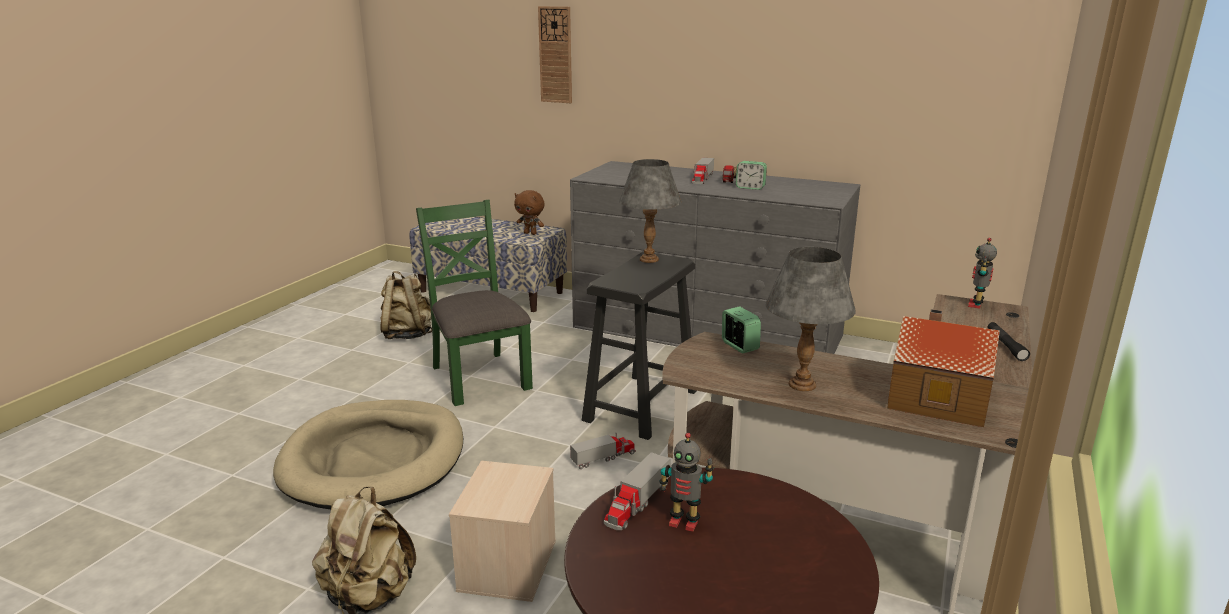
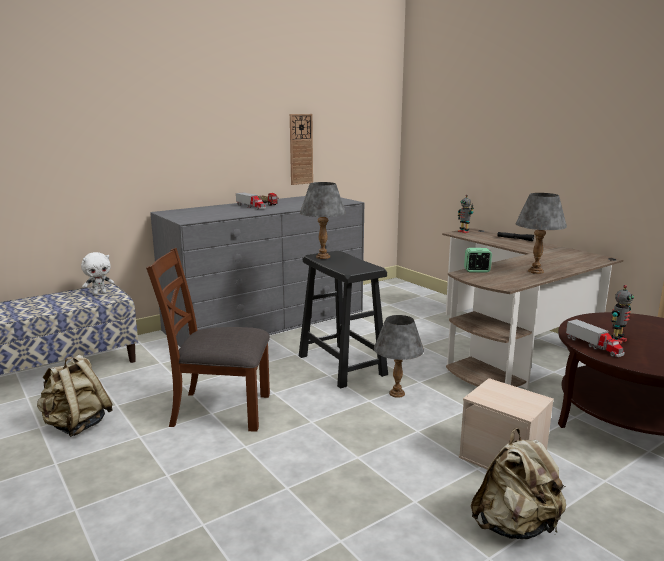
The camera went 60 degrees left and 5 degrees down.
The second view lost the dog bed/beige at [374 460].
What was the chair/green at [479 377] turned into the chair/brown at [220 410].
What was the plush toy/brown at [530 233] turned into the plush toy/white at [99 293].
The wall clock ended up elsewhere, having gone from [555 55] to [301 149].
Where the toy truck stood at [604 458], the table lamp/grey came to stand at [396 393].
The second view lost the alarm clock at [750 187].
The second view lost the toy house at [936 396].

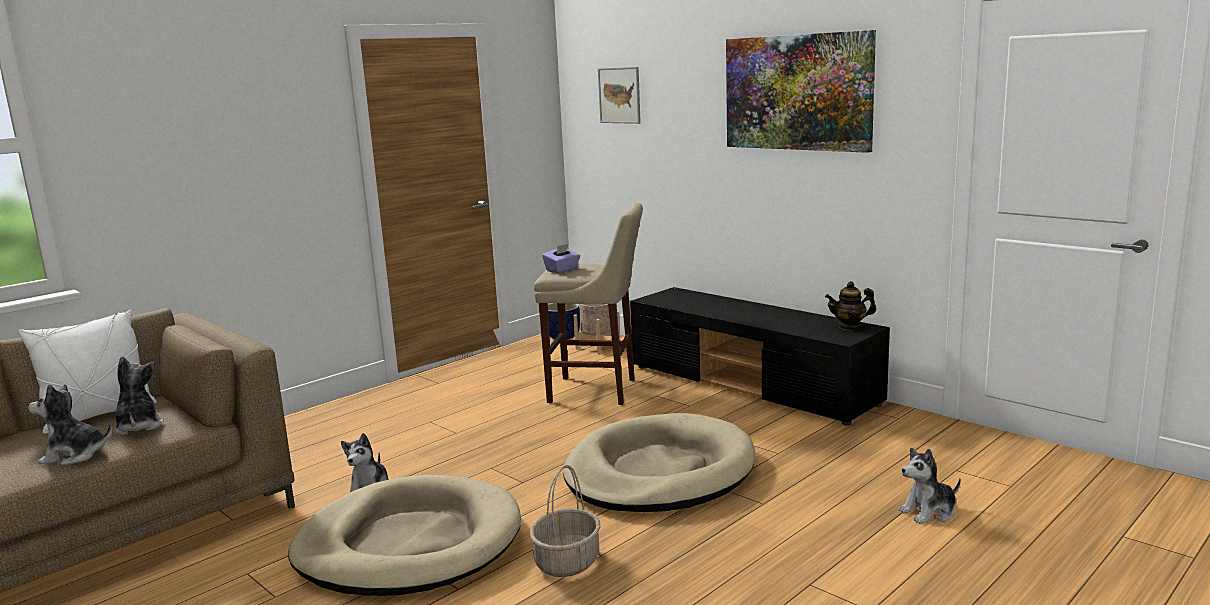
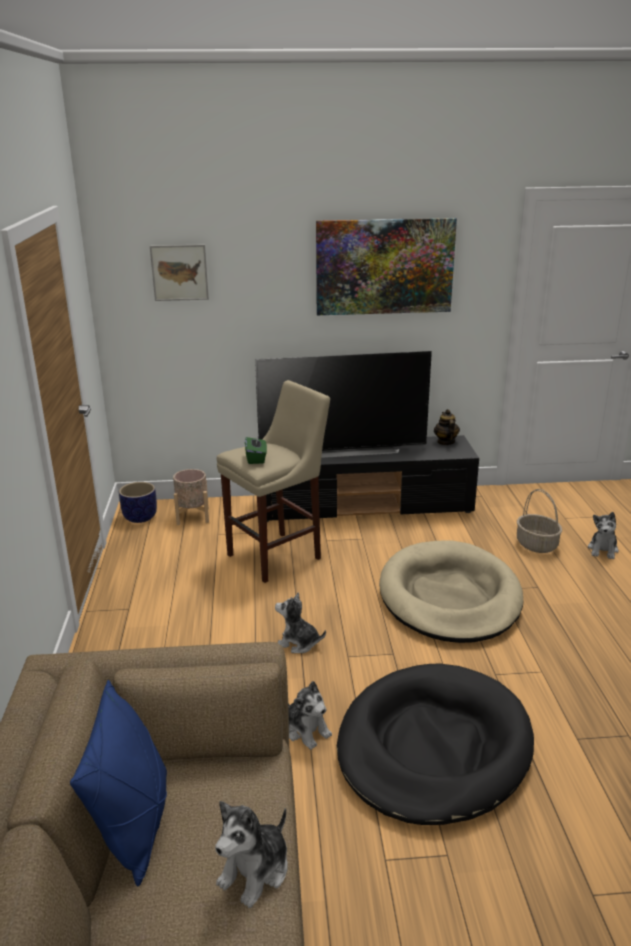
The camera went 50 degrees left and 10 degrees up.
What was the pillow/white at [99 415] turned into the pillow/blue at [135 825].
The plush toy ended up elsewhere, having gone from [138 427] to [298 643].
What was the dog bed/beige at [409 544] turned into the dog bed/black at [433 747].
The basket ended up elsewhere, having gone from [567 562] to [537 545].
What was the tissue box/purple at [562 270] turned into the tissue box/green at [256 458].
The teapot at [850 326] ended up facing another way, 135 degrees clockwise from before.
The second view gained the television at [342 450].

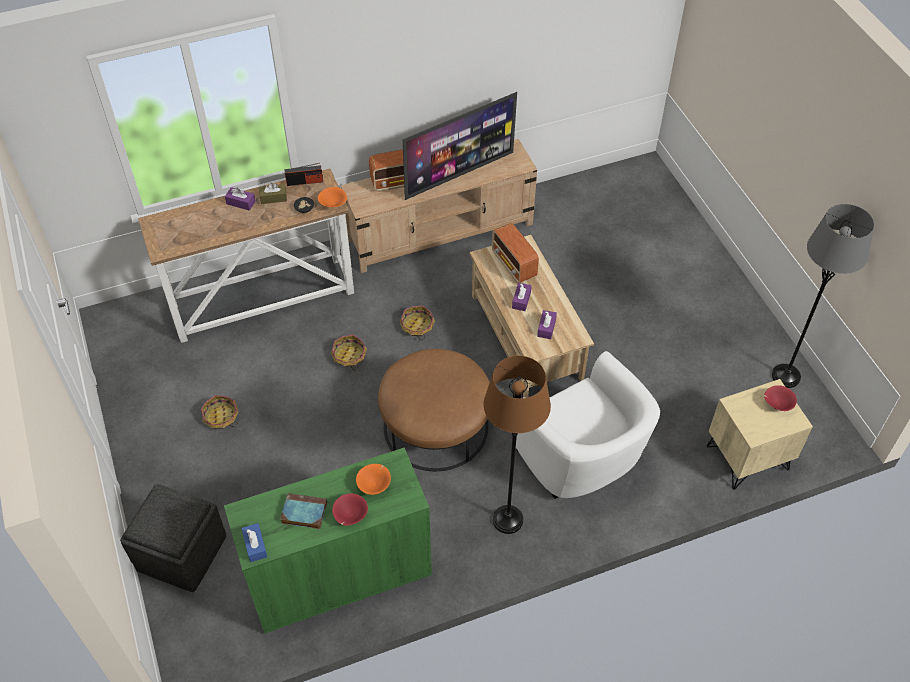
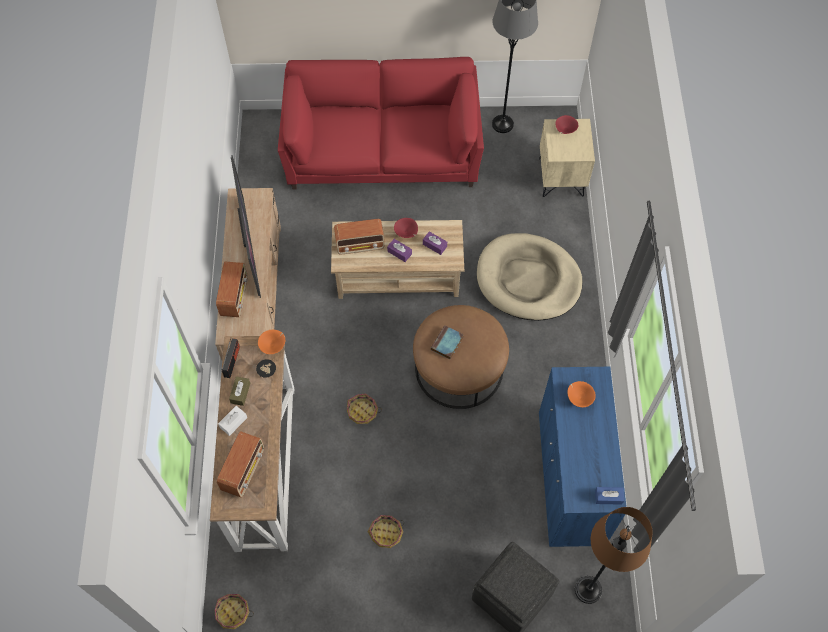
The camera went 70 degrees left and 10 degrees up.
What was the cabinet/green at [339 575] turned into the cabinet/blue at [570 478].
What was the tissue box/purple at [241 203] turned into the tissue box/white at [233 422].
The book ended up elsewhere, having gone from [303 513] to [447 344].
The bowl/red ended up elsewhere, having gone from [350 516] to [406 233].
The basket ended up elsewhere, having gone from [417 326] to [233 613].
The floor lamp/brown ended up elsewhere, having gone from [507 520] to [588 590].
Where the armchair/white stood at [581 462], the dog bed/beige came to stand at [528 279].
The second view gained the radio at [244 470].
The second view gained the sofa/red at [382 150].

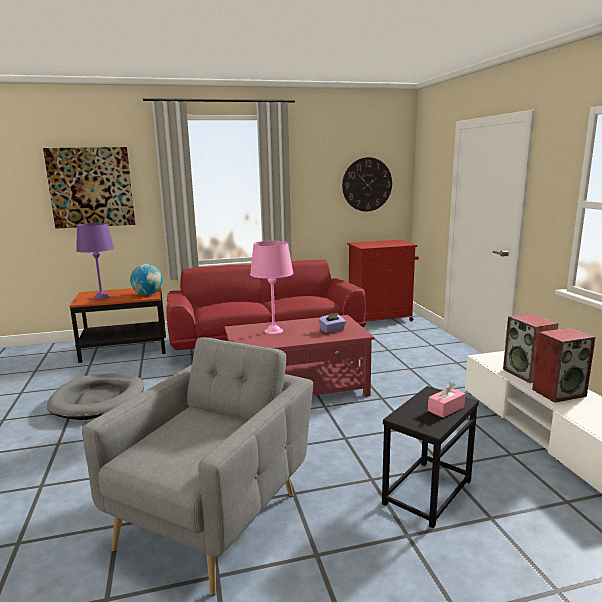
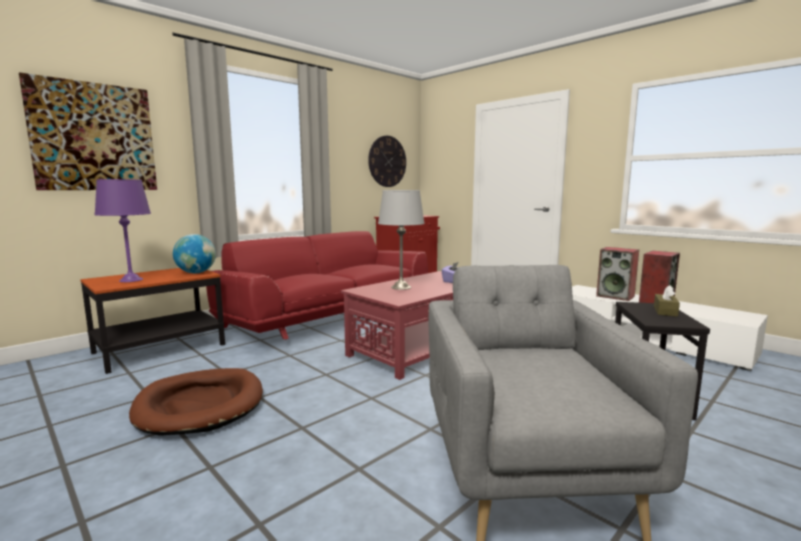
The camera went 30 degrees left and 5 degrees down.
What was the dog bed/grey at [98 400] turned into the dog bed/brown at [200 405].
What was the table lamp/pink at [273 331] turned into the table lamp/grey at [401 287].
What was the tissue box/pink at [446 409] turned into the tissue box/brown at [665 311].

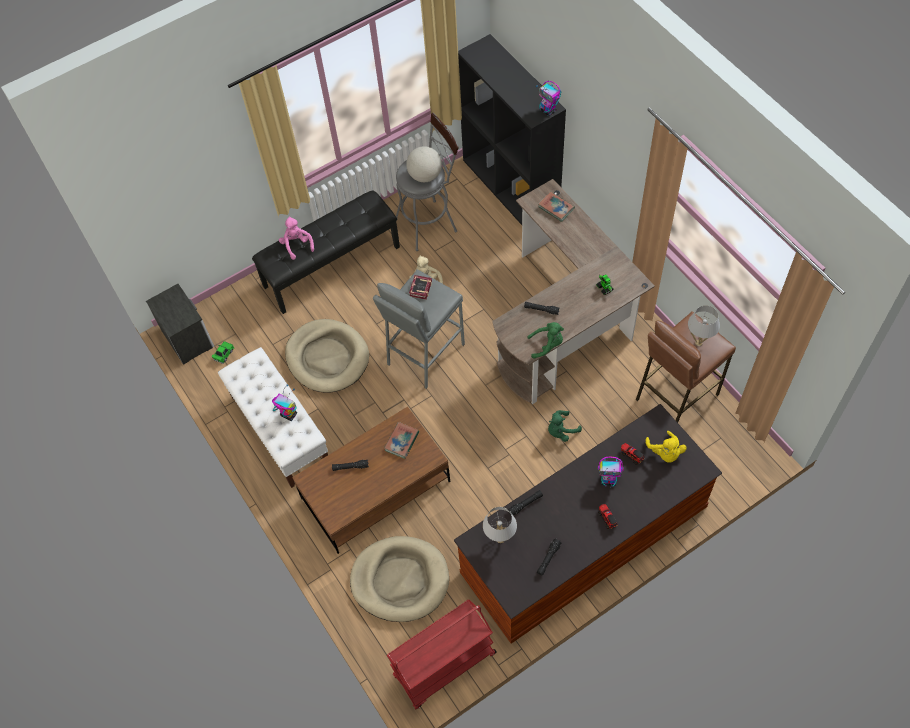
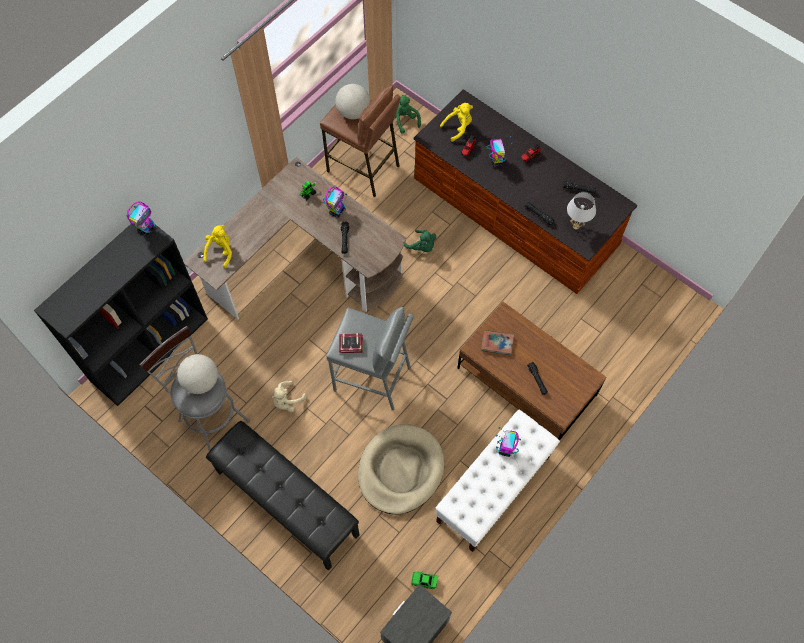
The camera went 110 degrees left and 5 degrees up.
The second view lost the plush toy/pink at [297 245].
The second view lost the dog bed/beige at [400 580].
The second view lost the cart/red at [444 666].
The plush toy/green ended up elsewhere, having gone from [547 345] to [405 120].
Where the book stood at [556 208], the plush toy/yellow came to stand at [220 251].
Where the table lamp/white stood at [698 343], the globe came to stand at [353 112].
The second view gained the toy robot at [337 211].

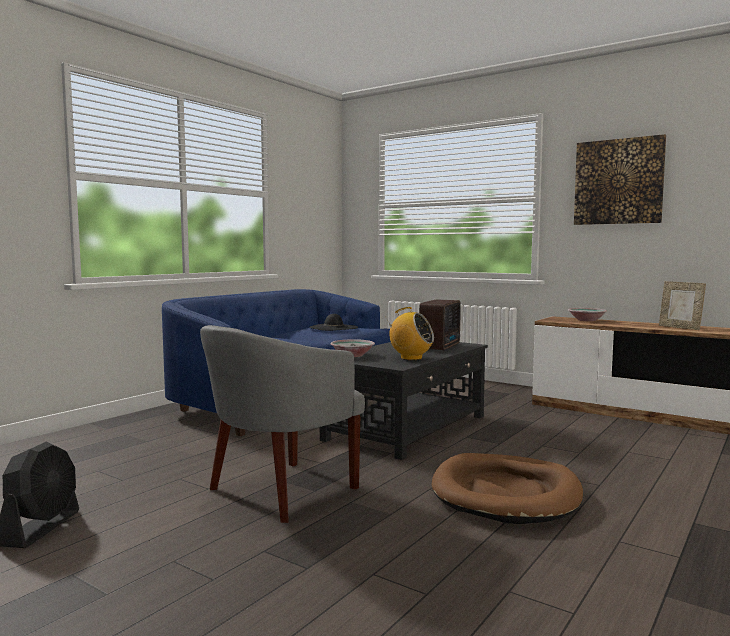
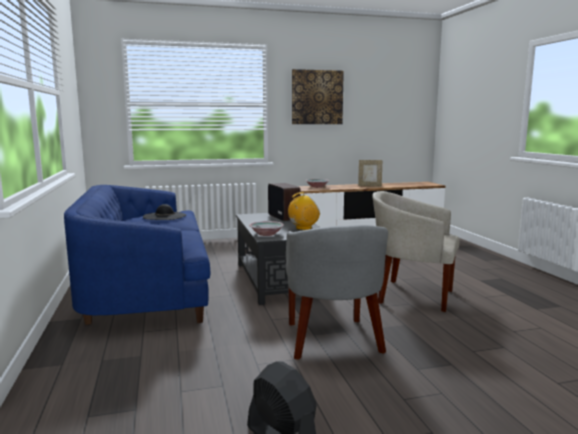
The camera went 50 degrees left and 5 degrees up.
Where the dog bed/brown stood at [505 494], the armchair/beige came to stand at [411 295].

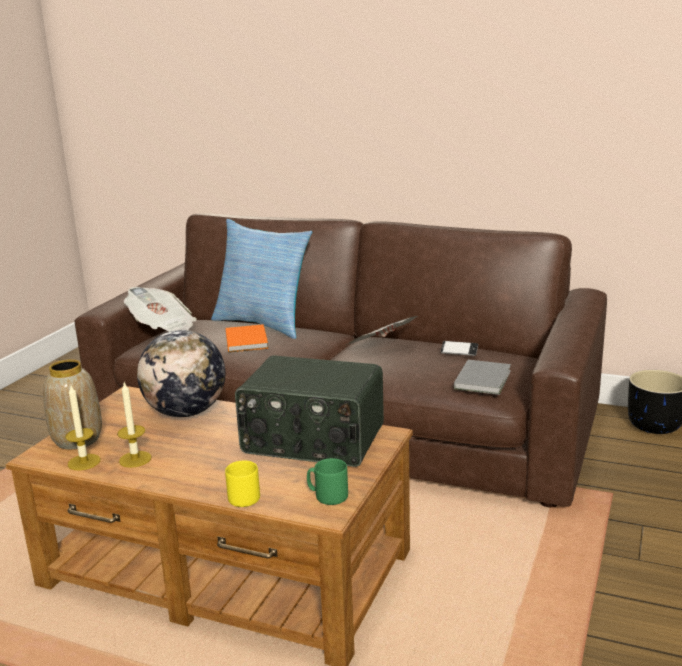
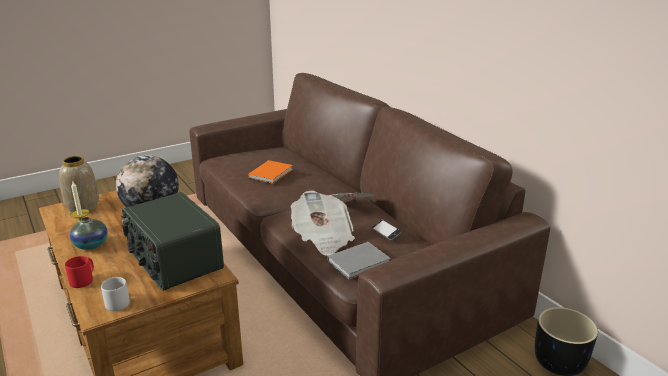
The camera went 35 degrees right and 5 degrees up.
The second view lost the candle at [84 462].
The newspaper ended up elsewhere, having gone from [163 328] to [322 238].
The second view lost the pillow at [264 323].
What was the mug/yellow at [243 496] turned into the mug/red at [83 280].
What was the mug/green at [327 496] turned into the mug/grey at [116 302].
The second view gained the vase at [91 245].

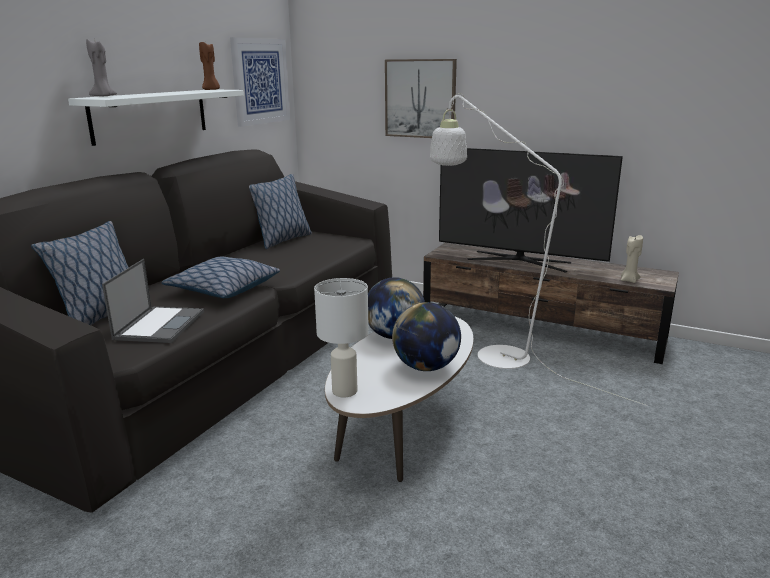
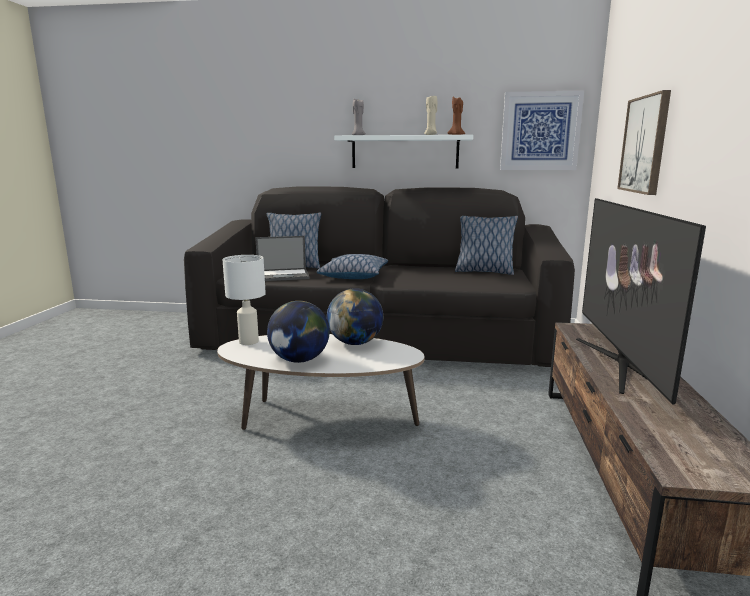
The camera went 70 degrees right and 5 degrees down.
The second view lost the floor lamp/white at [491 352].
The candle/beige ended up elsewhere, having gone from [629 280] to [431 135].

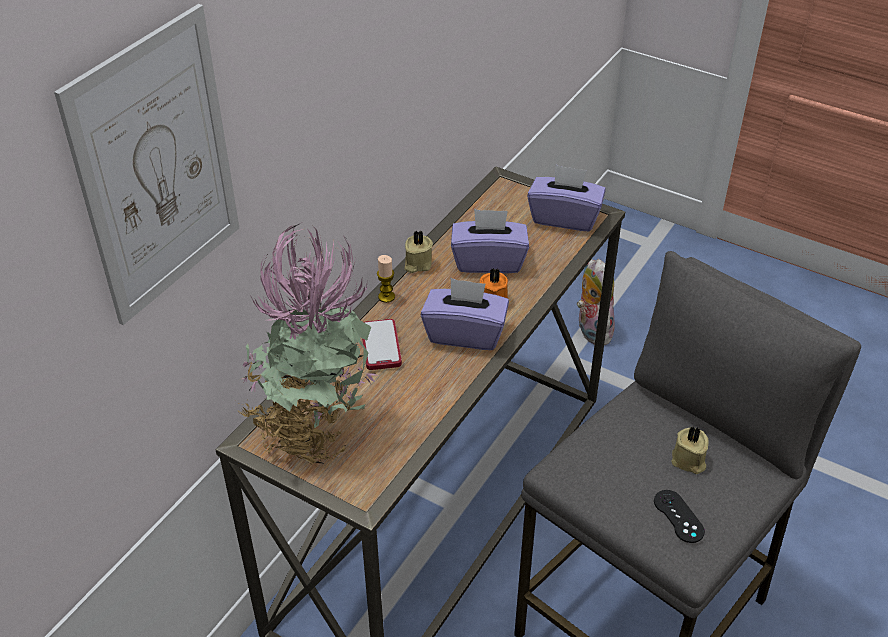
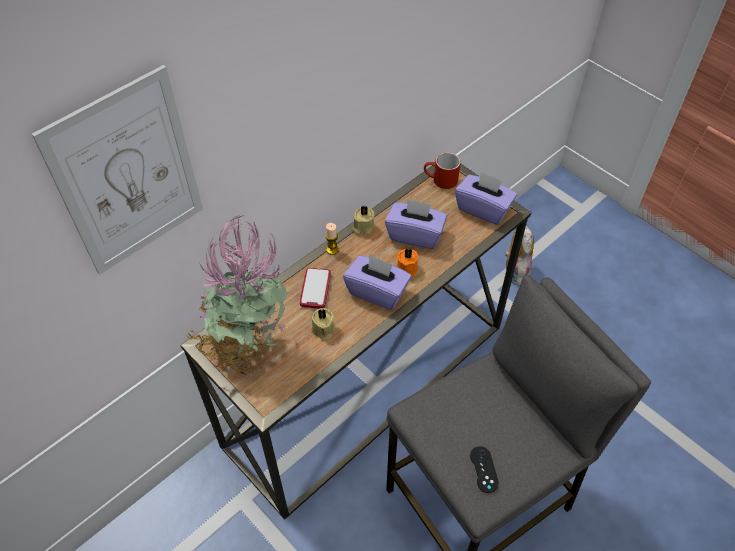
The camera went 15 degrees right and 10 degrees up.
The candle/beige ended up elsewhere, having gone from [688 461] to [323 330].
The second view gained the mug/red at [440 181].

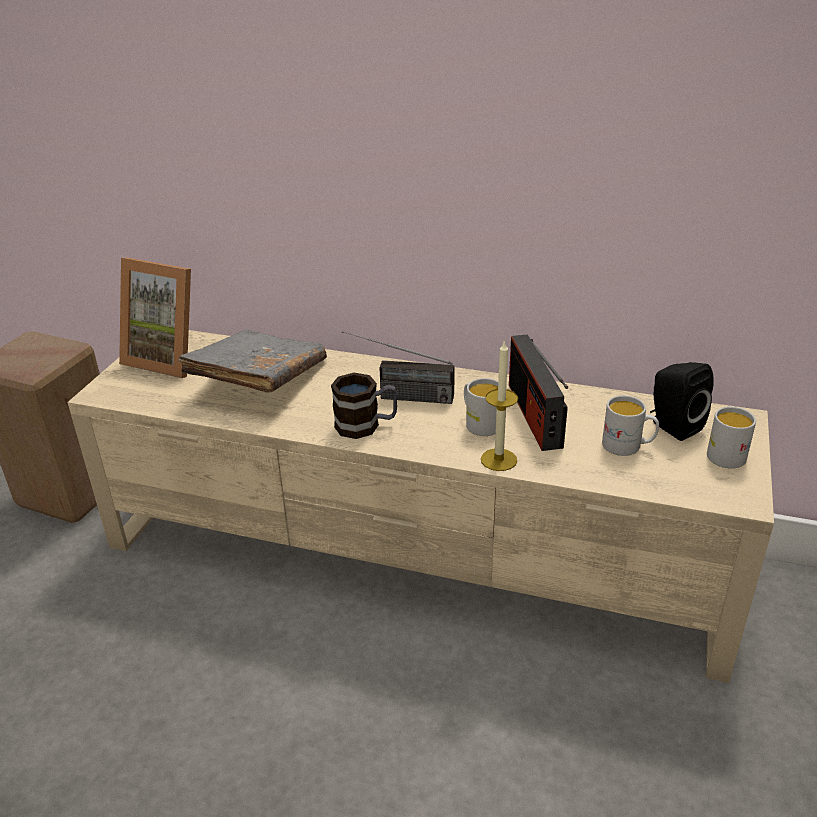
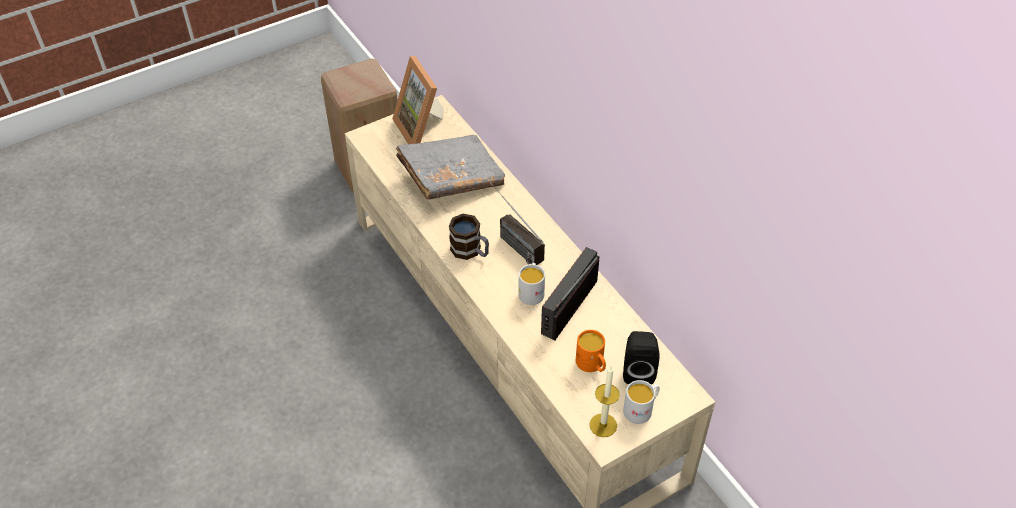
The camera went 40 degrees right and 15 degrees up.
The candle ended up elsewhere, having gone from [498 459] to [603 425].
What was the mug/white at [628 446] turned into the mug/orange at [592 365].

